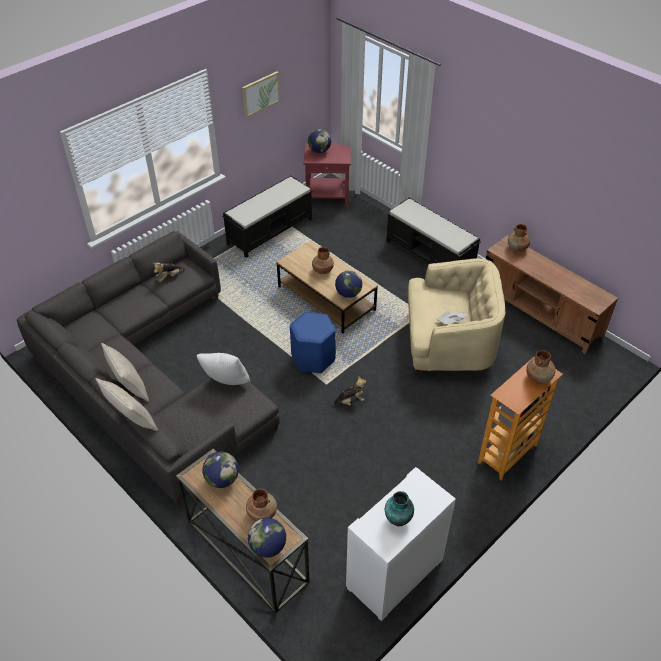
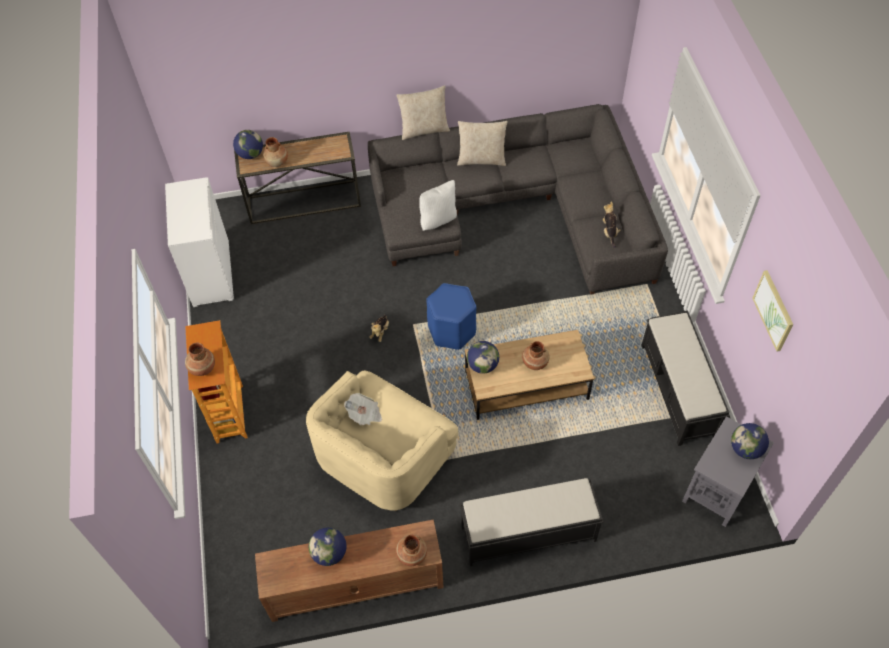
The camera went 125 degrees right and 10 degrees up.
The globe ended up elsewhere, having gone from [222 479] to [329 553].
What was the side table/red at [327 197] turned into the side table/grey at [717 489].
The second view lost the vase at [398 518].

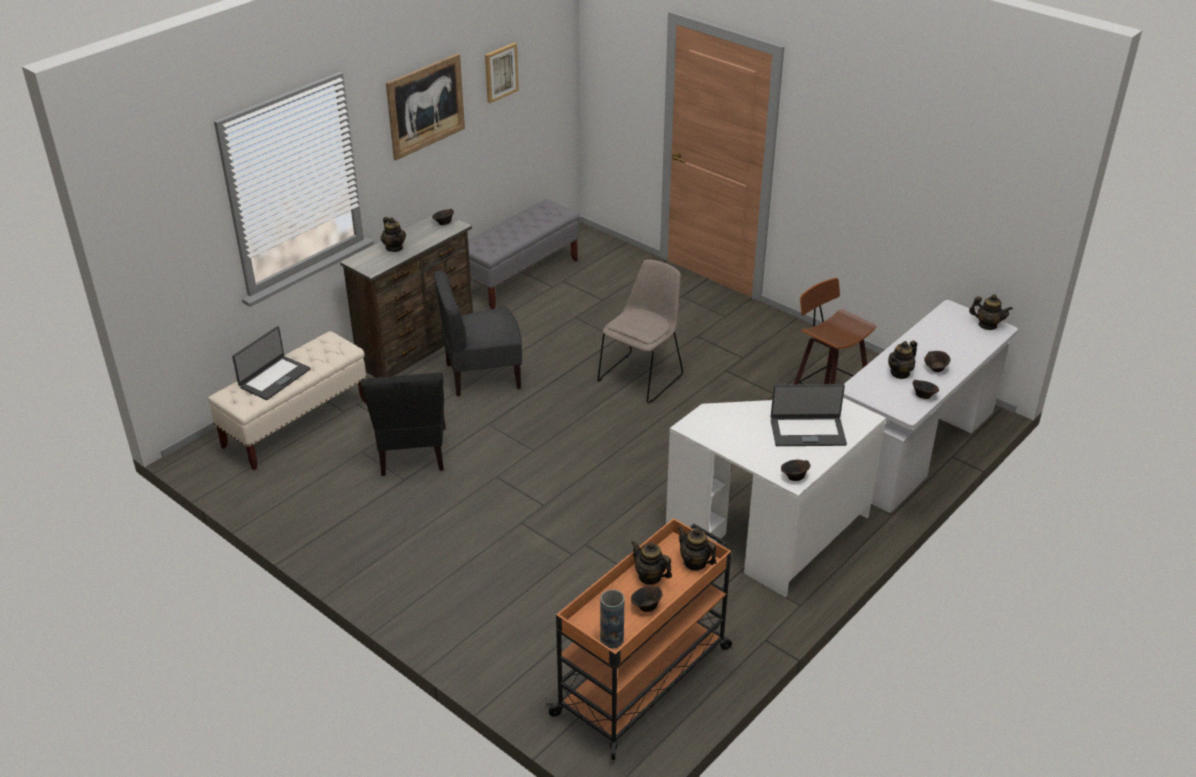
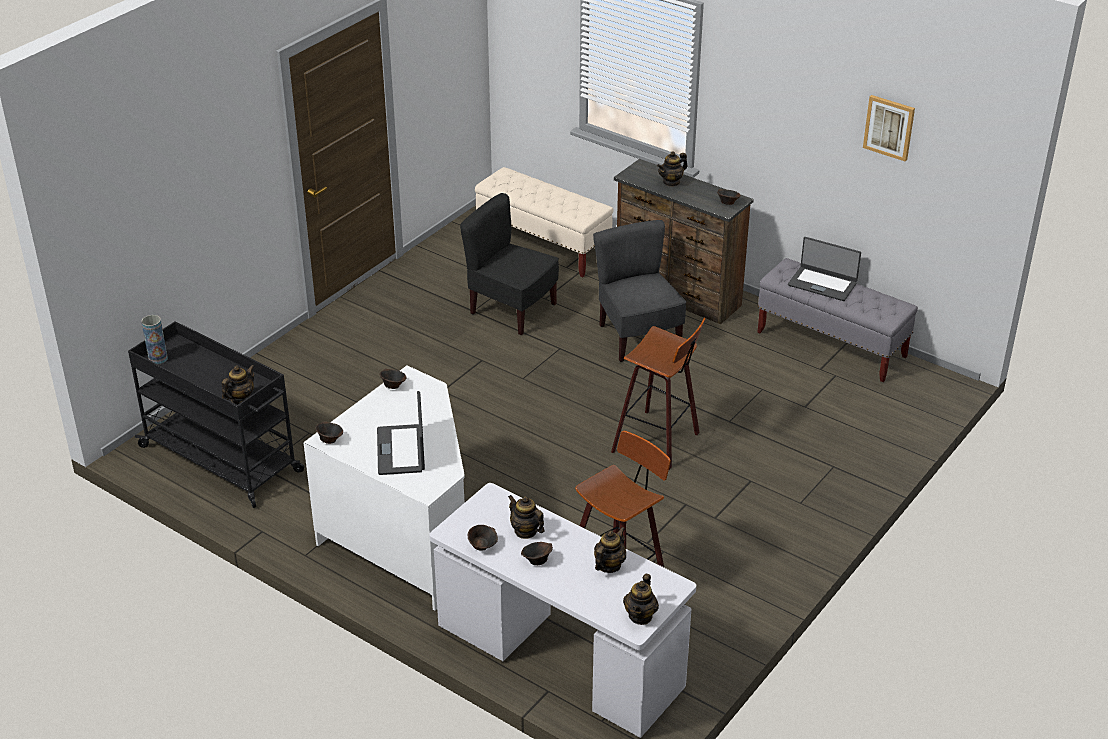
The camera went 85 degrees right and 0 degrees up.
The laptop ended up elsewhere, having gone from [274 378] to [822 283].
The chair/black at [412 452] ended up facing another way, 45 degrees clockwise from before.
The second view lost the picture at [425 106].
What was the cart/orange at [644 679] turned into the cart/black at [222 460].
Where the chair/beige stood at [641 376], the stool came to stand at [659 441].
The teapot ended up elsewhere, having gone from [650 576] to [609 565].
The bowl/brown ended up elsewhere, having gone from [646 606] to [393 385].

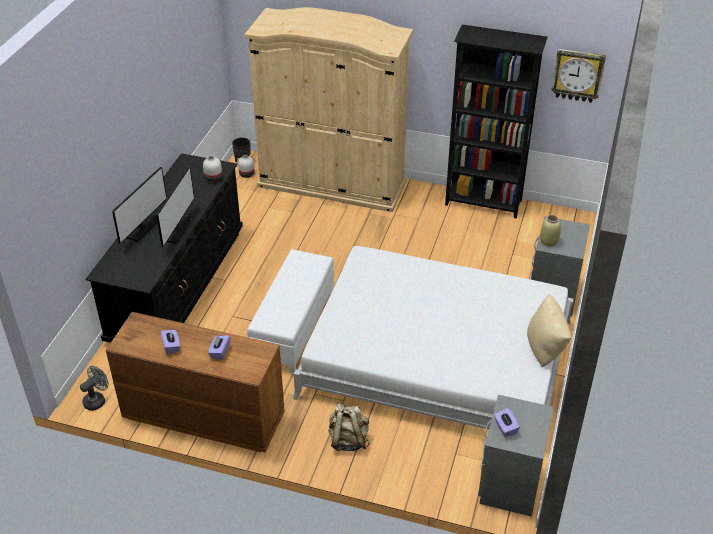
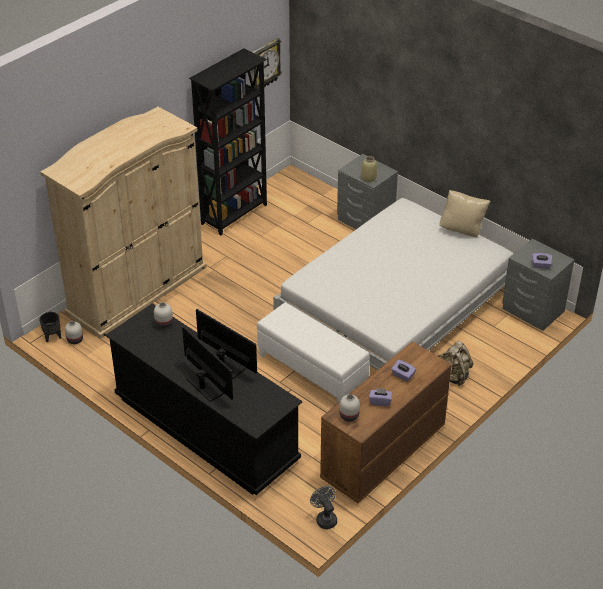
The camera went 65 degrees left and 0 degrees up.
The second view gained the vase/white at [349 416].

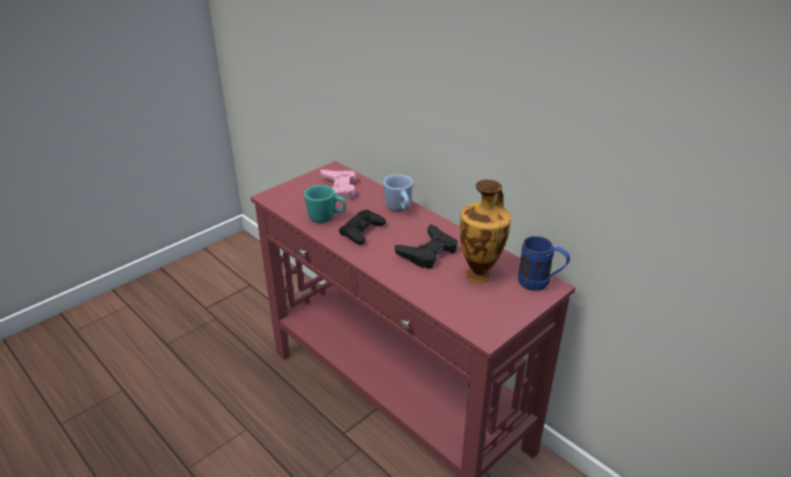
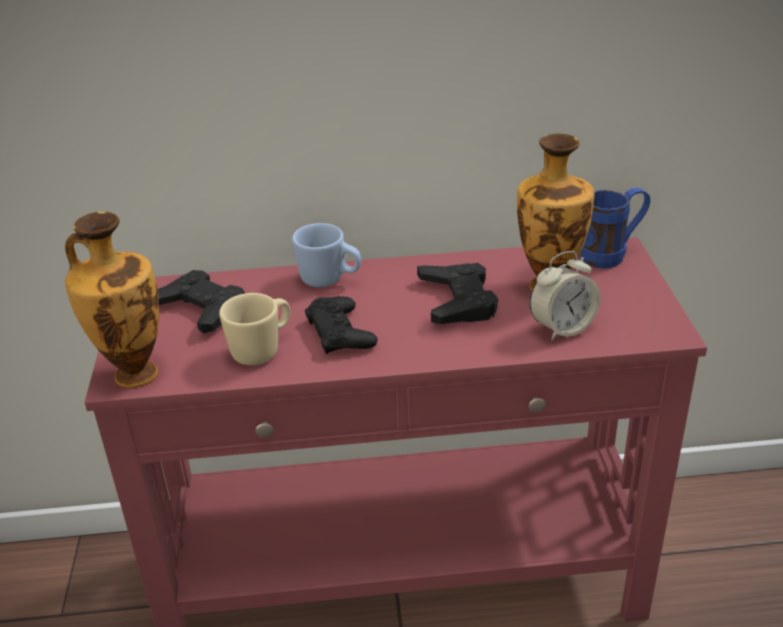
The camera went 50 degrees left and 0 degrees up.
What was the mug/turquoise at [326 218] turned into the mug/beige at [262 350].
What was the game controller/pink at [337 189] turned into the game controller/black at [200 309].
The second view gained the vase at [133 373].
The second view gained the alarm clock at [562 328].

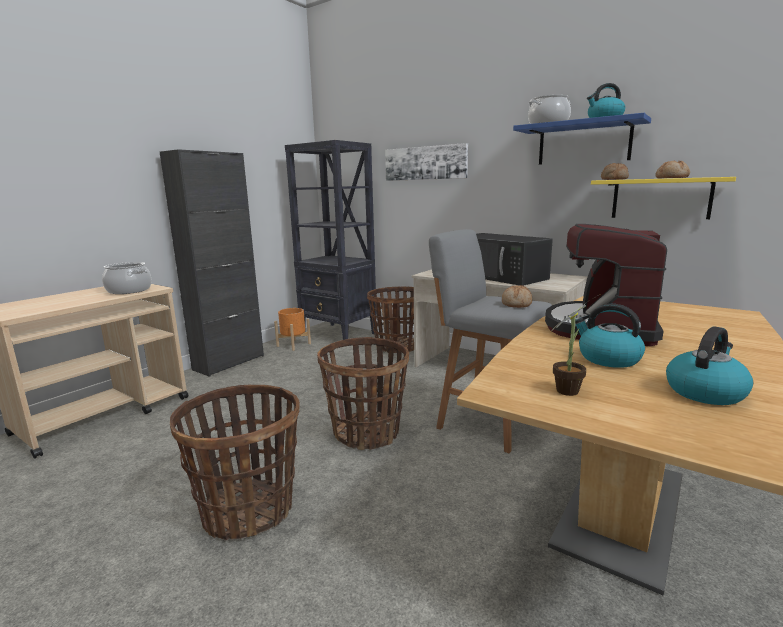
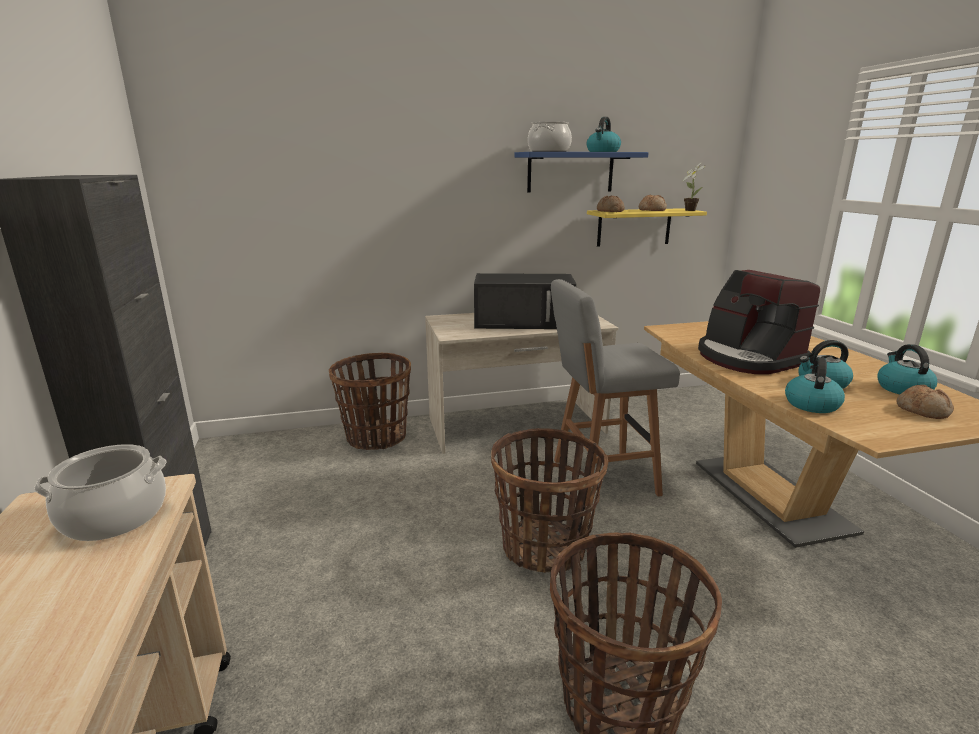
The camera went 50 degrees left and 5 degrees up.
The second view lost the planter/orange at [294 345].
The second view lost the bookcase/black at [339 335].
The second view lost the picture at [425 163].
The bread ended up elsewhere, having gone from [517 304] to [923 411].
The potted plant ended up elsewhere, having gone from [569 390] to [689 210].
The second view gained the kettle at [811 404].

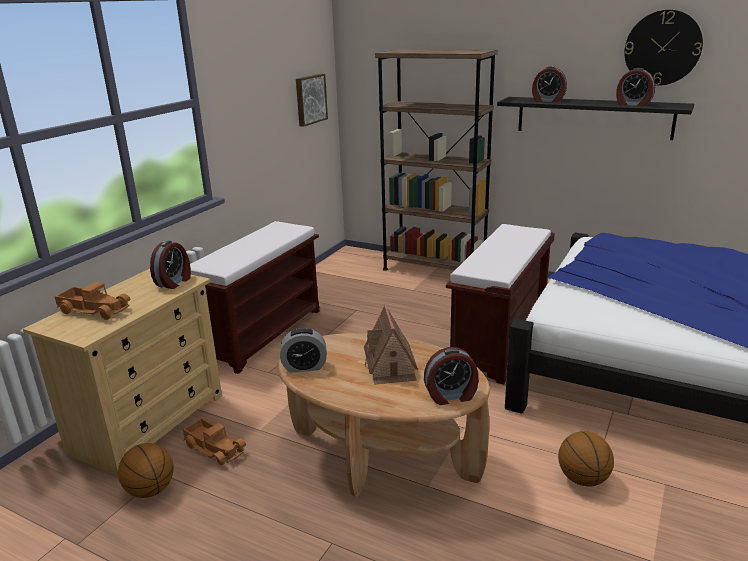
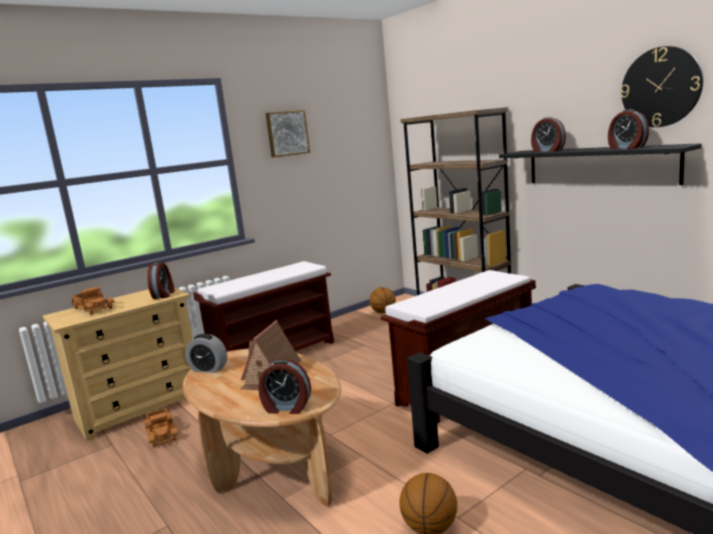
The camera went 25 degrees right and 10 degrees down.
The basketball ended up elsewhere, having gone from [150 490] to [383 312].
The alarm clock at [174 282] ended up facing another way, 45 degrees counterclockwise from before.
The picture ended up elsewhere, having gone from [310 99] to [287 133].

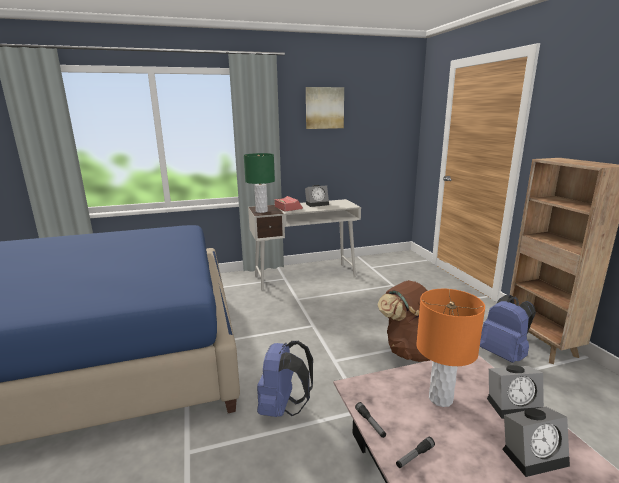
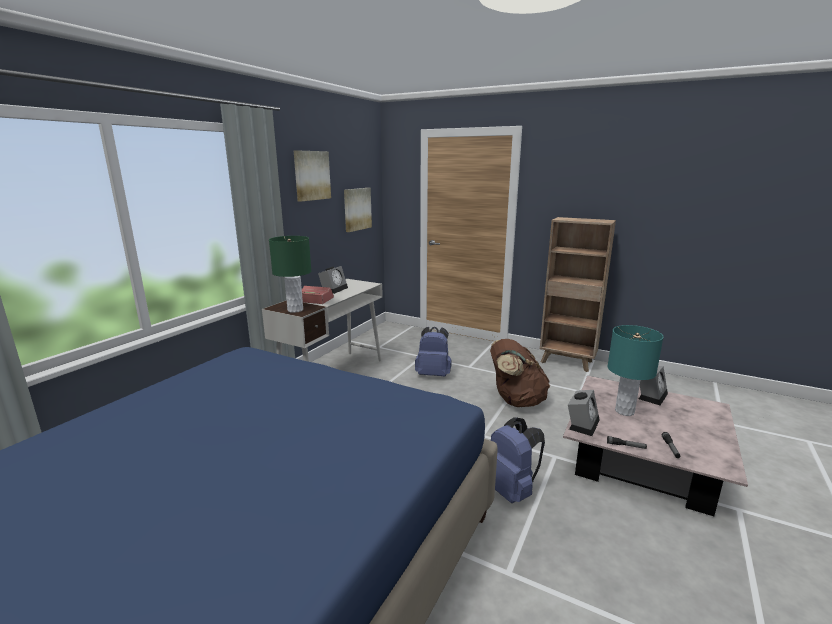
The camera went 45 degrees left and 0 degrees up.
What was the table lamp/orange at [441 399] turned into the table lamp/turquoise at [624 411].
The backpack/blue ended up elsewhere, having gone from [503 354] to [433 374].
The alarm clock ended up elsewhere, having gone from [534 454] to [582 423].
The second view gained the picture at [357 209].

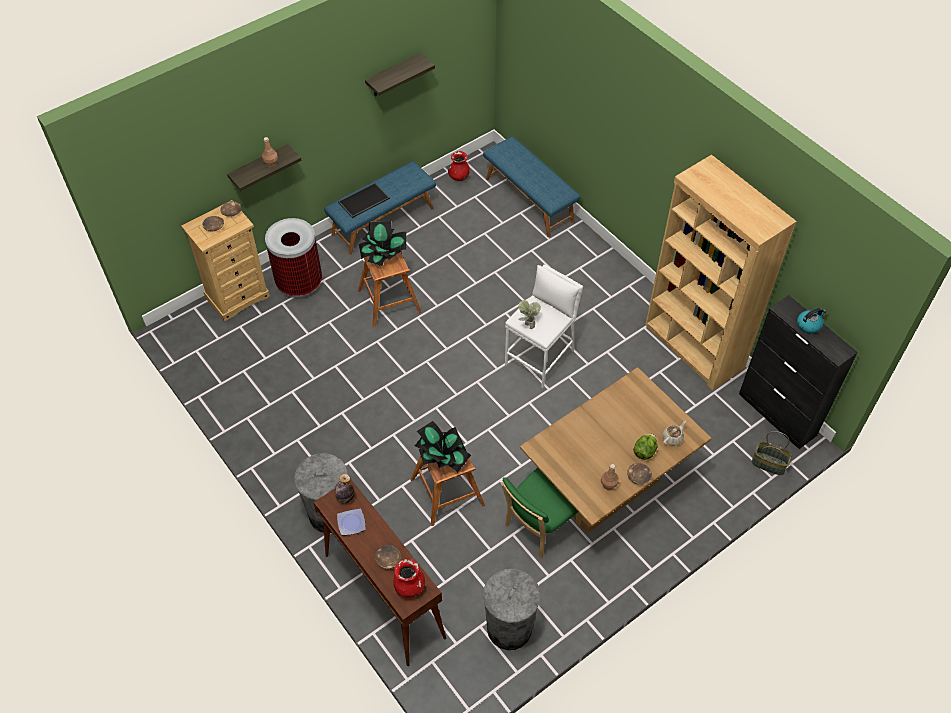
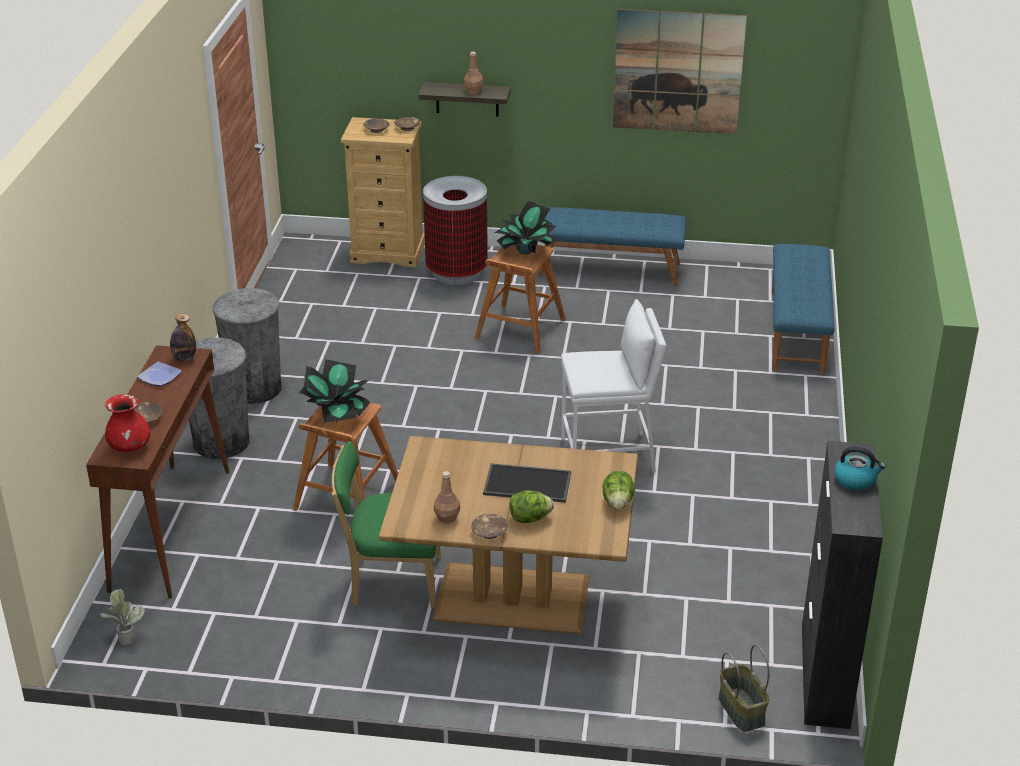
The camera went 45 degrees right and 20 degrees down.
The tray ended up elsewhere, having gone from [364 201] to [526 484].
Where the shelf hung at [393 76], the picture came to hang at [678 72].
The second view lost the vase/red at [459 177].
The trash can/grey ended up elsewhere, having gone from [509 628] to [254 388].
The potted plant ended up elsewhere, having gone from [527 324] to [126 636].
The second view lost the bookcase/brown at [693 347].
The second view lost the teapot/beige at [672 438].
The second view gained the lettuce at [618 503].

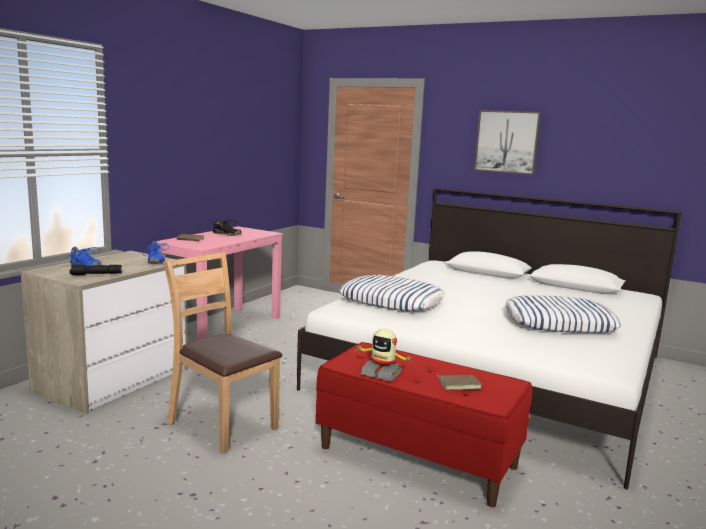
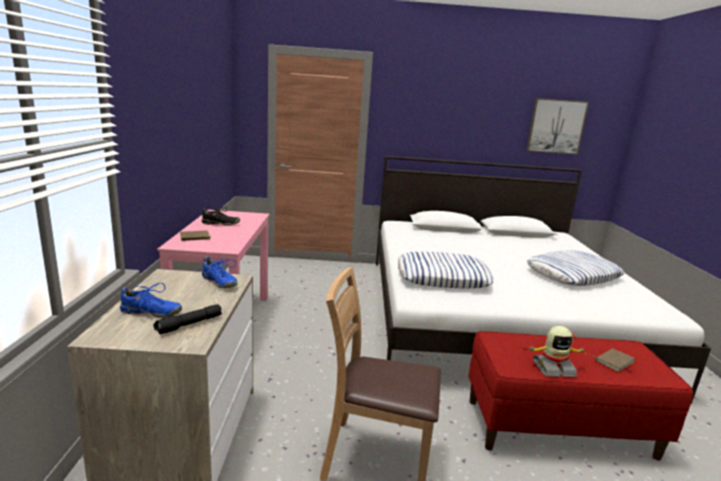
The camera went 30 degrees left and 5 degrees up.
The picture ended up elsewhere, having gone from [507 142] to [556 126].

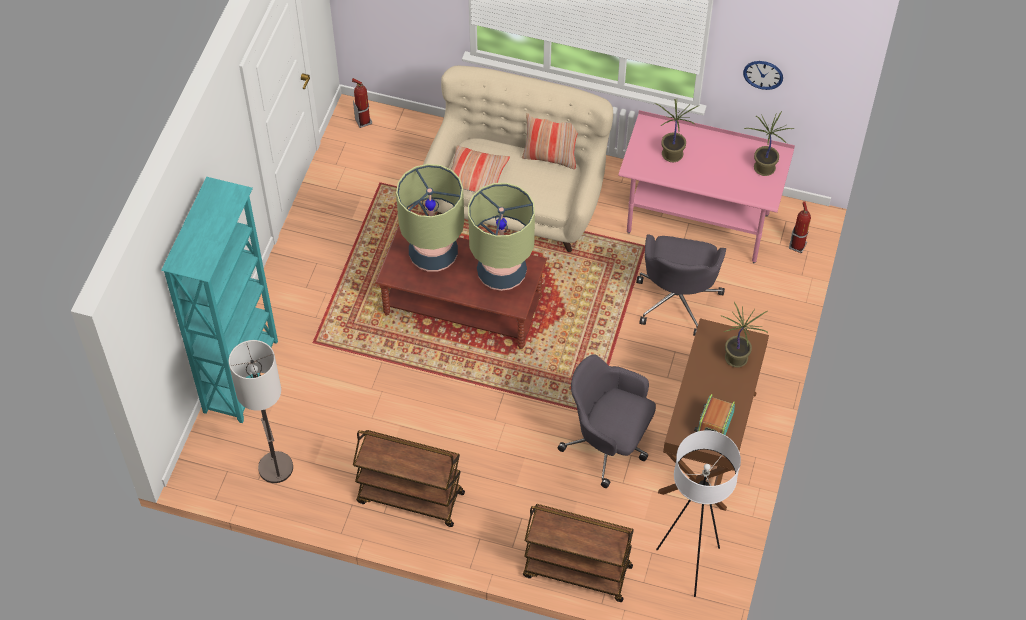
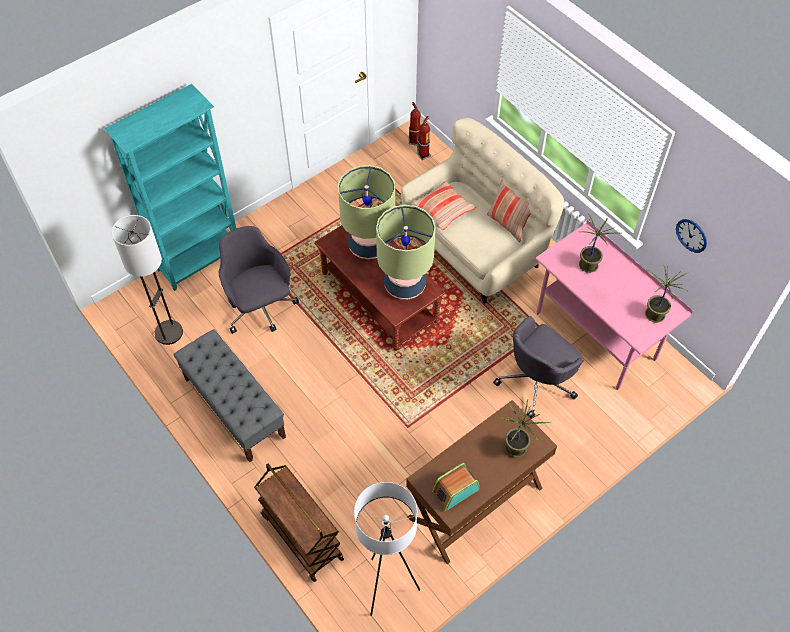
The camera went 35 degrees right and 0 degrees up.
Where the cart/brown stood at [409 498], the bench/grey came to stand at [234 407].
The office chair/grey ended up elsewhere, having gone from [608 444] to [260 307].
The fire extinguisher ended up elsewhere, having gone from [797 246] to [424 155].

